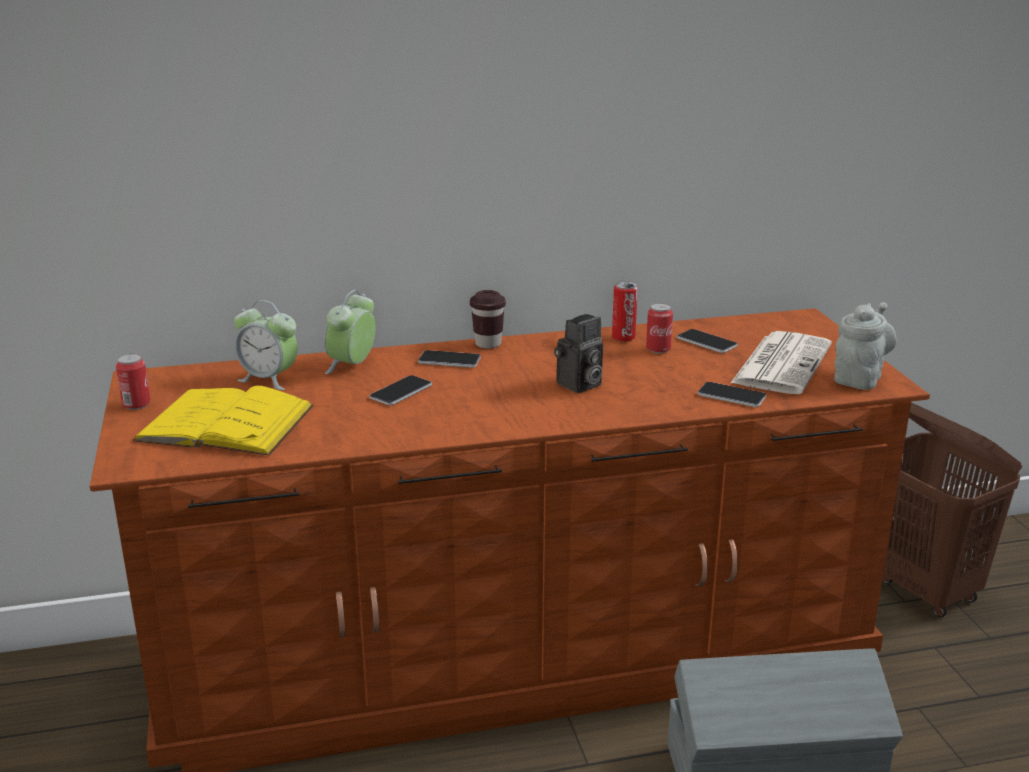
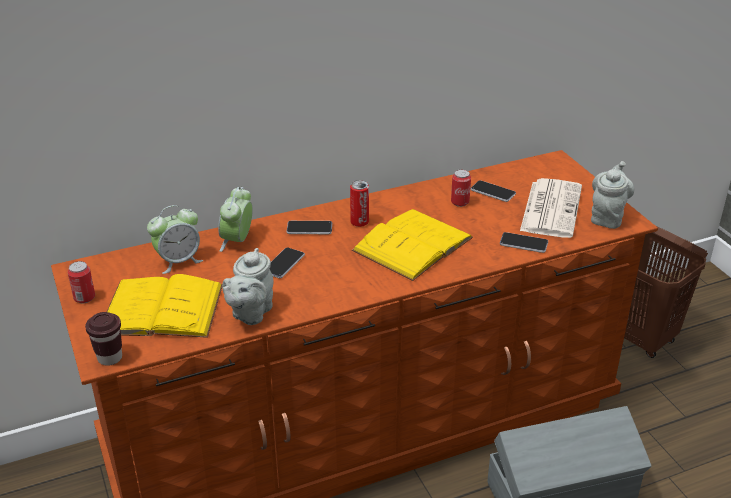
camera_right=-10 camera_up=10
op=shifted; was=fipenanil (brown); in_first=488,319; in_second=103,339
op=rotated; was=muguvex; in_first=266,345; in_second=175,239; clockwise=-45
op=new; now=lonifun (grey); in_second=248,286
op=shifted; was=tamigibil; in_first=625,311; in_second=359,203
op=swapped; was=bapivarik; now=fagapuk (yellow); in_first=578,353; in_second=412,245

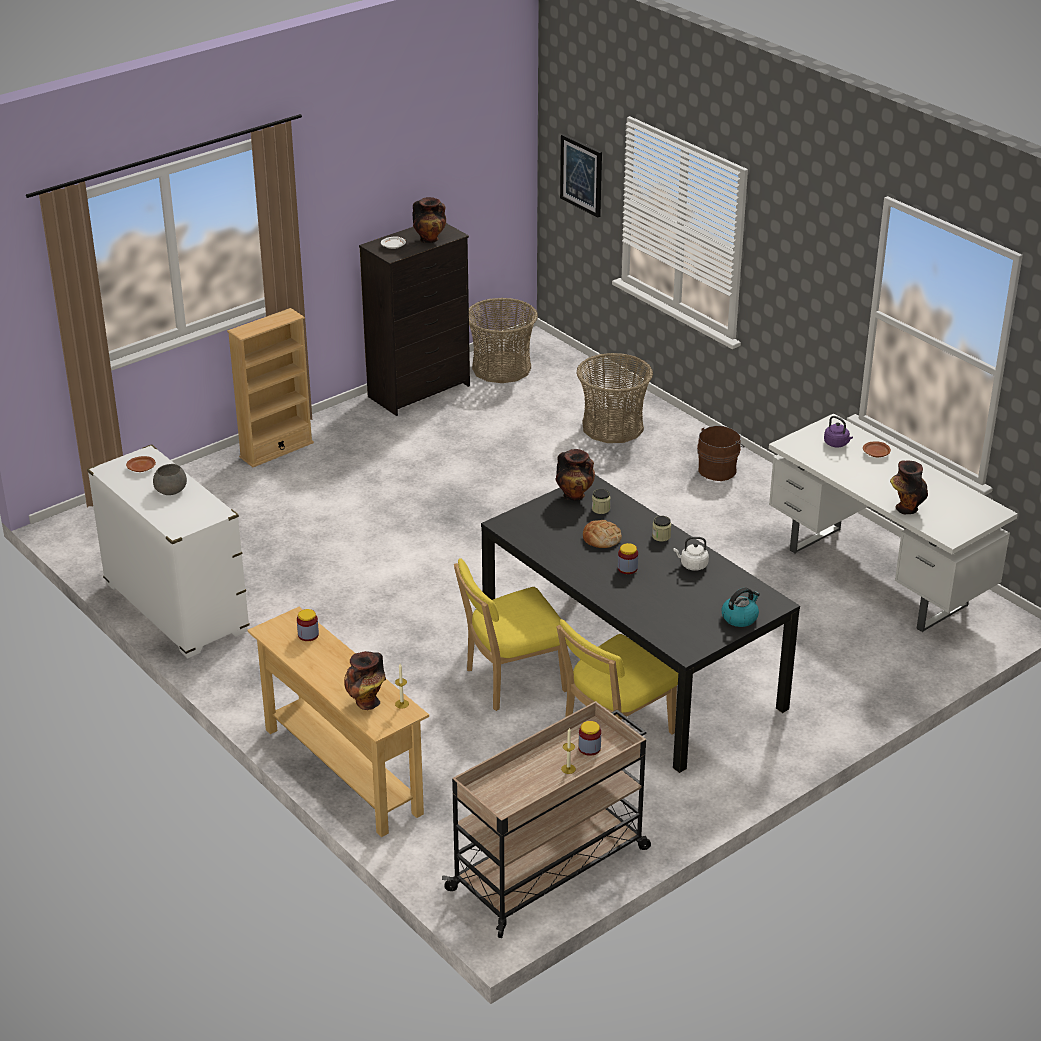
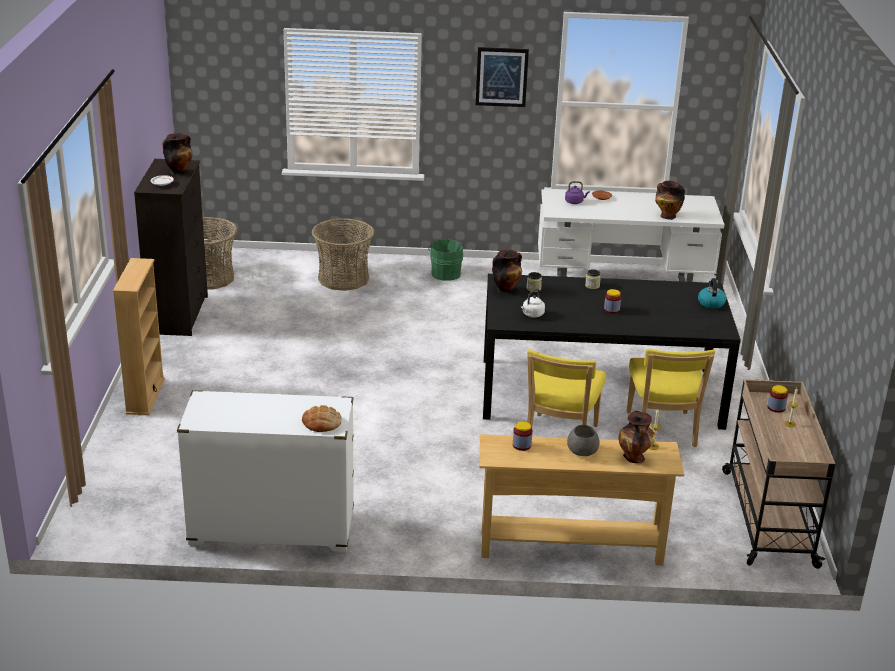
camera_right=-50 camera_up=-5
op=shifted; was=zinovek; in_first=602,534; in_second=322,418
op=repainted; was=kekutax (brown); now=kekutax (green); in_first=721,453; in_second=446,260
op=shifted; was=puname; in_first=581,175; in_second=502,77
op=shifted; was=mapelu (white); in_first=691,554; in_second=533,303
op=shifted; was=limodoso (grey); in_first=170,479; in_second=583,440
op=gone; was=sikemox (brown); in_first=141,464

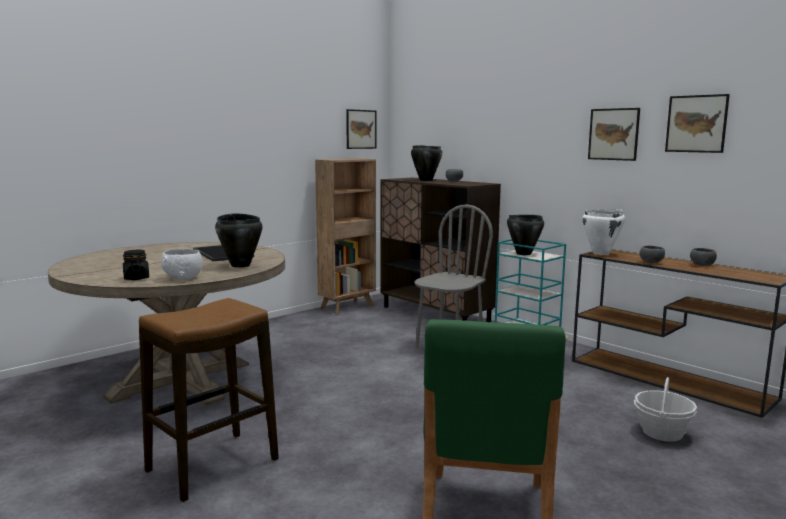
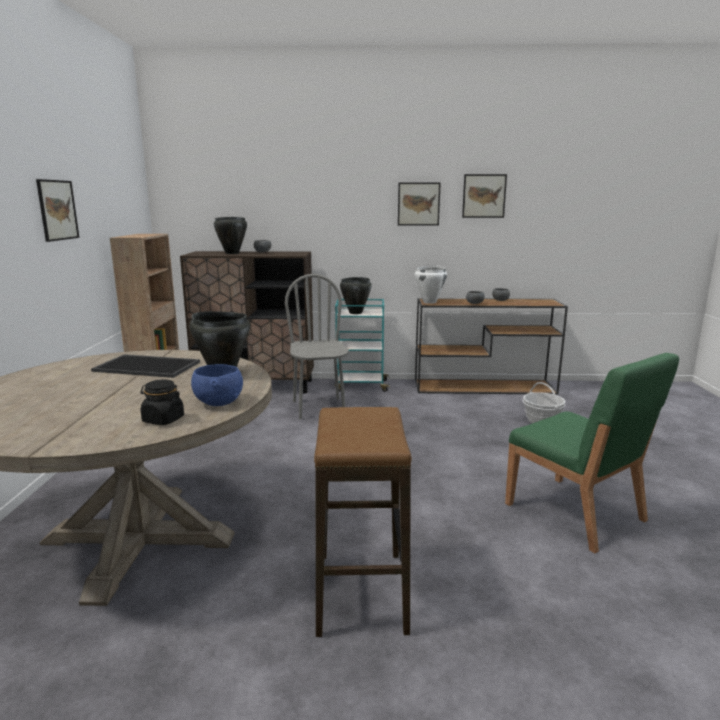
camera_right=-45 camera_up=5
op=shifted; was=puname; in_first=361,129; in_second=57,210
op=repainted; was=limodoso (white); now=limodoso (blue); in_first=182,264; in_second=217,385

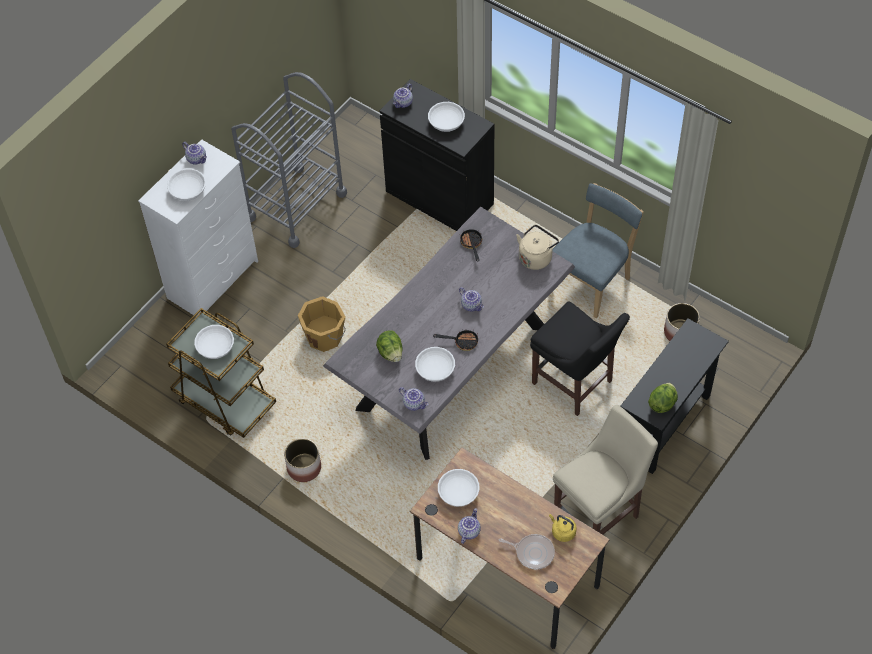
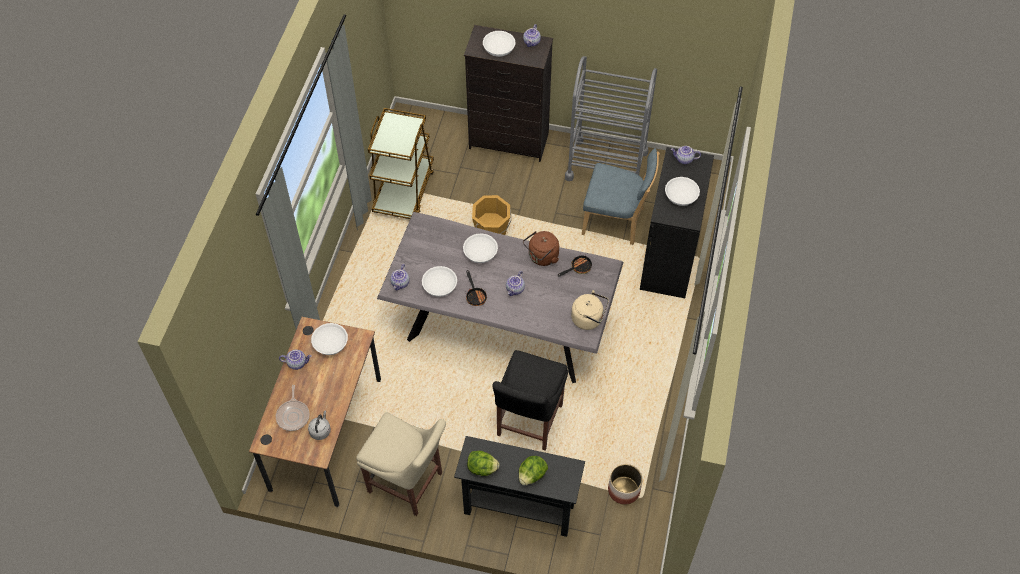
camera_right=65 camera_up=0
op=repainted; was=mapelu (yellow); now=mapelu (grey); in_first=563,528; in_second=319,425
op=shifted; was=limodoso (white); in_first=214,342; in_second=480,248
op=repainted; was=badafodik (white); now=badafodik (black); in_first=198,228; in_second=508,93
op=shifted; was=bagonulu; in_first=389,346; in_second=533,470
op=new; now=mapelu (brown); in_second=541,248
op=shifted; was=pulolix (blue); in_first=598,250; in_second=621,196
op=gone; was=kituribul; in_first=302,460

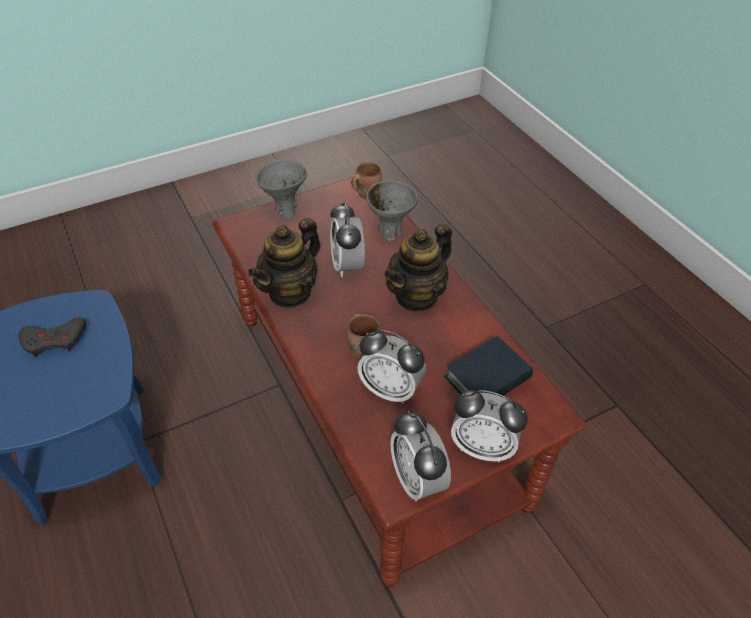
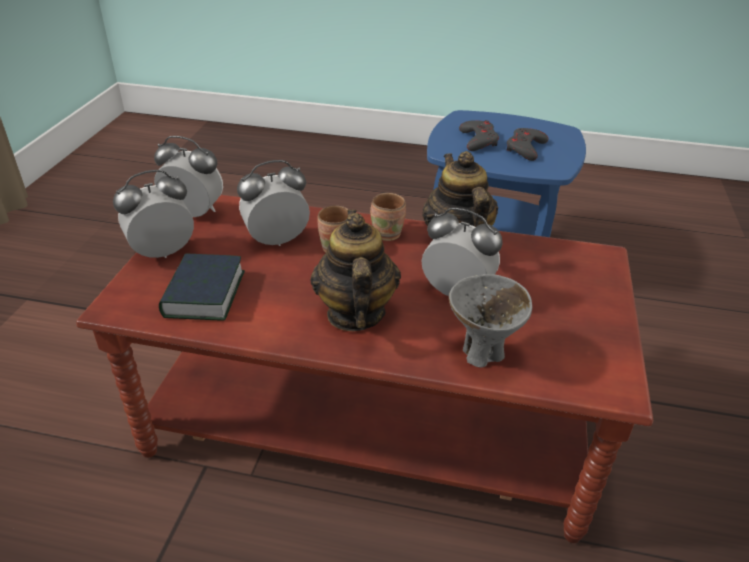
camera_right=130 camera_up=-10
op=shifted; was=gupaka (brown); in_first=366,180; in_second=388,217
op=new; now=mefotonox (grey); in_second=479,135
op=gone; was=limodoso (grey); in_first=281,189

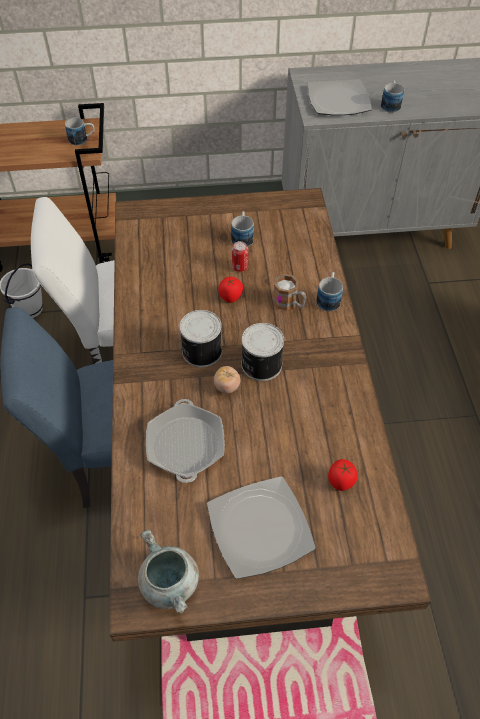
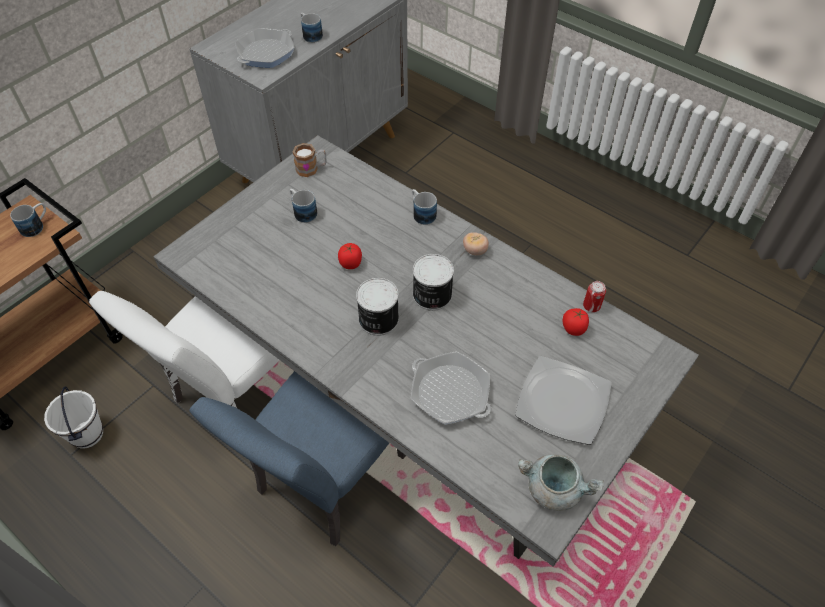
camera_right=-45 camera_up=0
op=repainted; was=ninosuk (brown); now=ninosuk (grey); in_first=270,415; in_second=426,351
op=swapped; was=sikemox; now=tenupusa; in_first=340,97; in_second=264,48
op=shifted; was=gupaka; in_first=289,292; in_second=309,160
op=shifted; was=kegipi; in_first=227,380; in_second=476,243
op=shifted; was=tamigibil; in_first=240,256; in_second=594,296

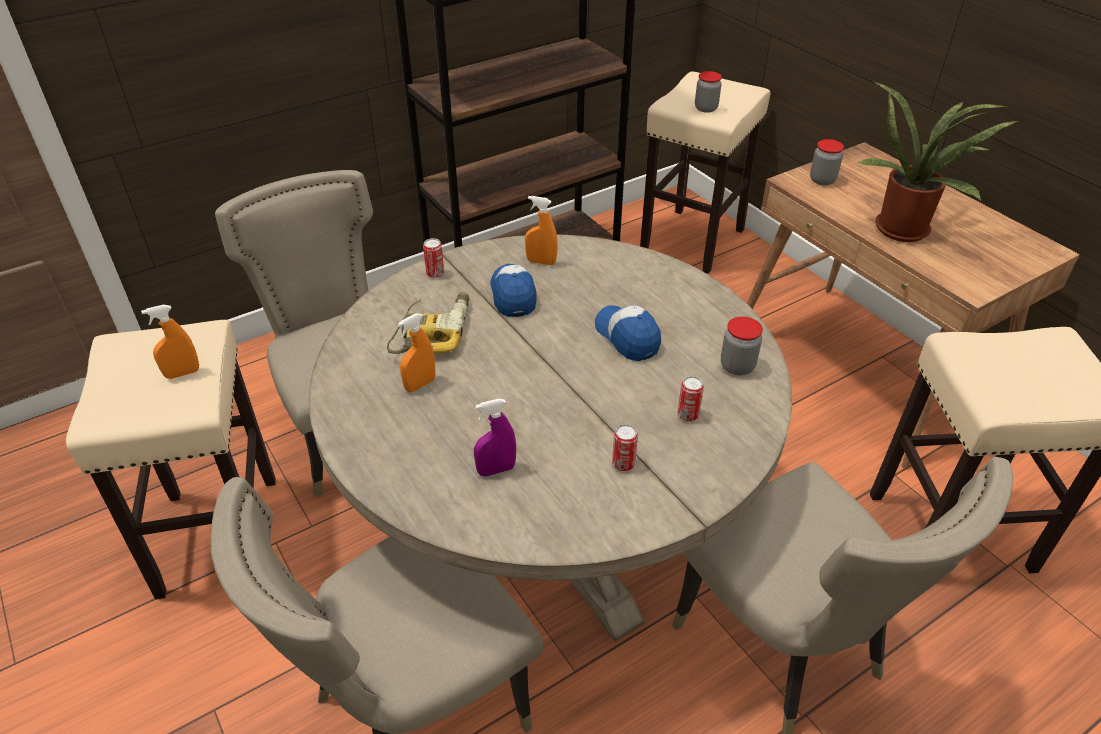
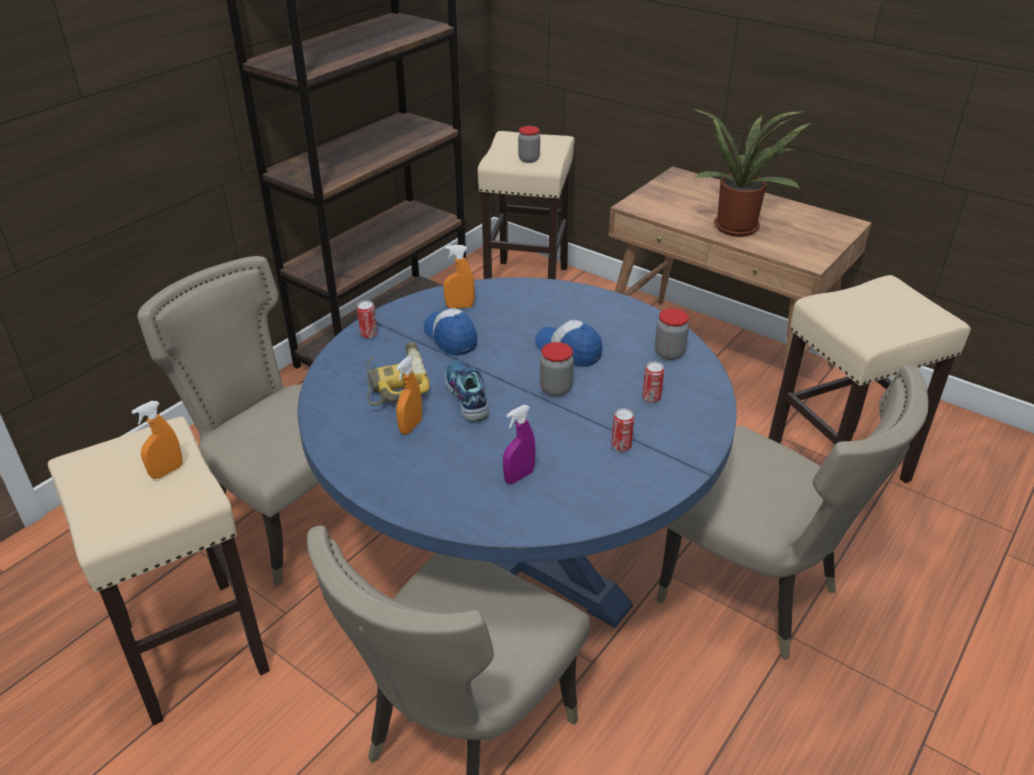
camera_right=-20 camera_up=-5
op=repainted; was=ninosuk (beige); now=ninosuk (blue); in_first=550,438; in_second=517,452
op=new; now=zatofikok; in_second=467,391
op=shifted; was=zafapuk; in_first=827,162; in_second=557,369

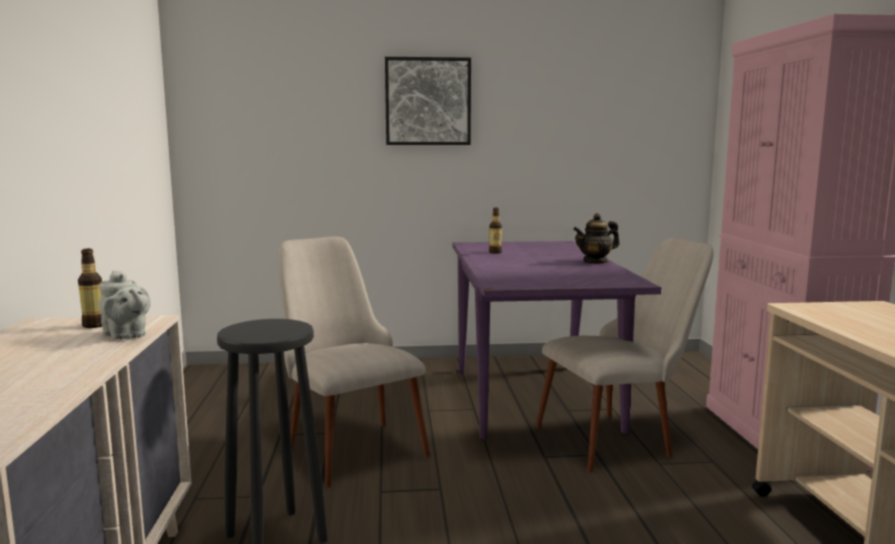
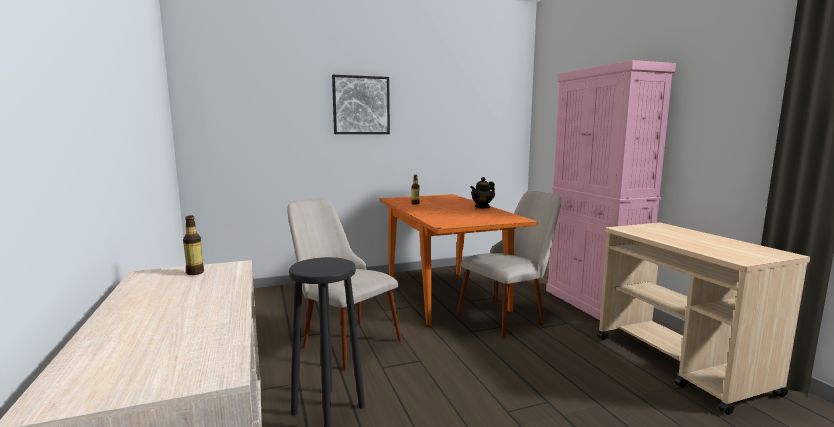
camera_right=-15 camera_up=0
op=repainted; was=ninosuk (purple); now=ninosuk (orange); in_first=556,340; in_second=458,260
op=gone; was=lonifun (grey); in_first=125,305

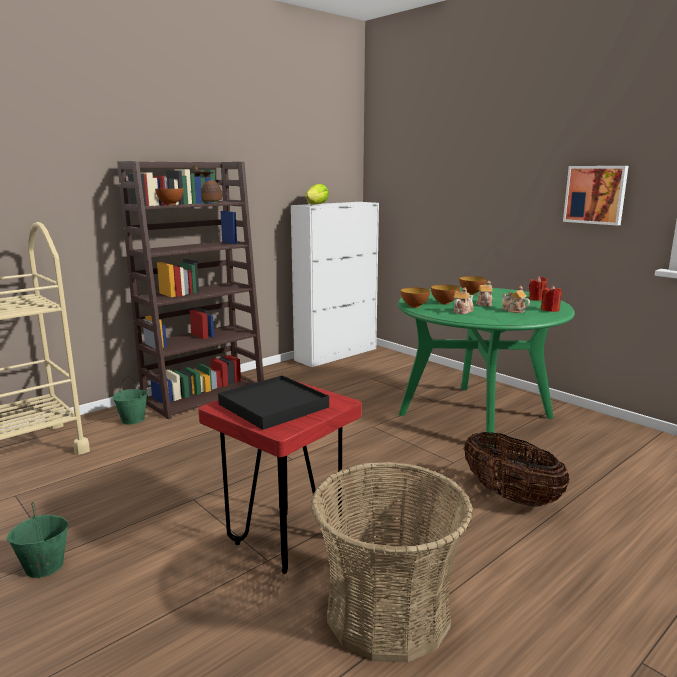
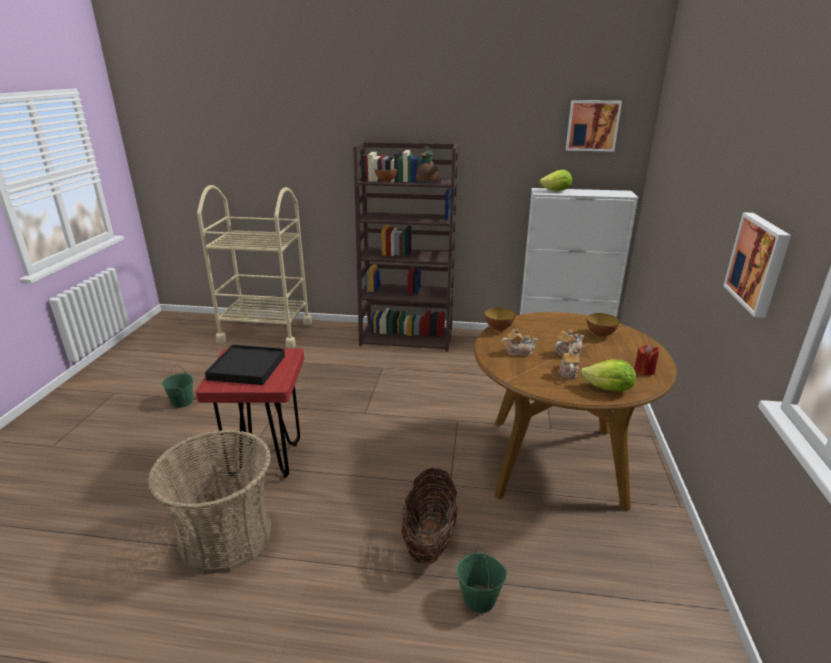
camera_right=50 camera_up=10
op=shifted; was=kekutax (green); in_first=130,400; in_second=481,580
op=repainted; was=ninosuk (green); now=ninosuk (brown); in_first=486,366; in_second=575,412
op=new; now=puname; in_second=594,126
op=swapped; was=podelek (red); now=bagonulu; in_first=551,298; in_second=608,376
op=gone; was=limodoso; in_first=445,294

